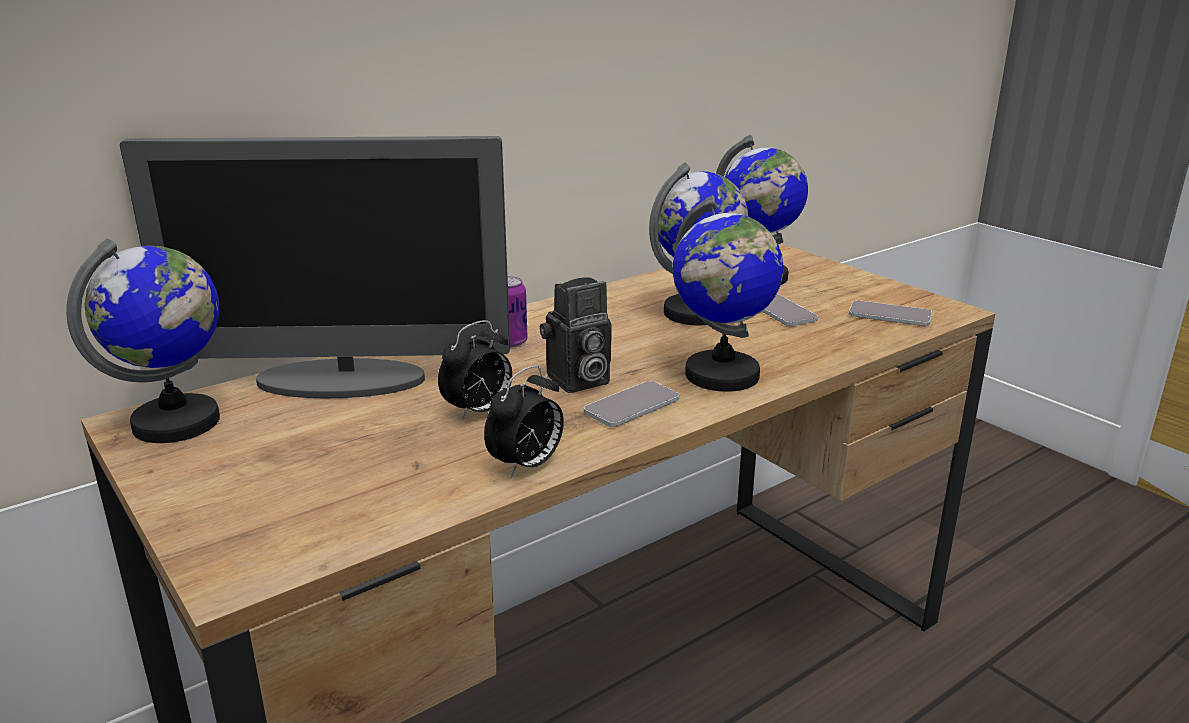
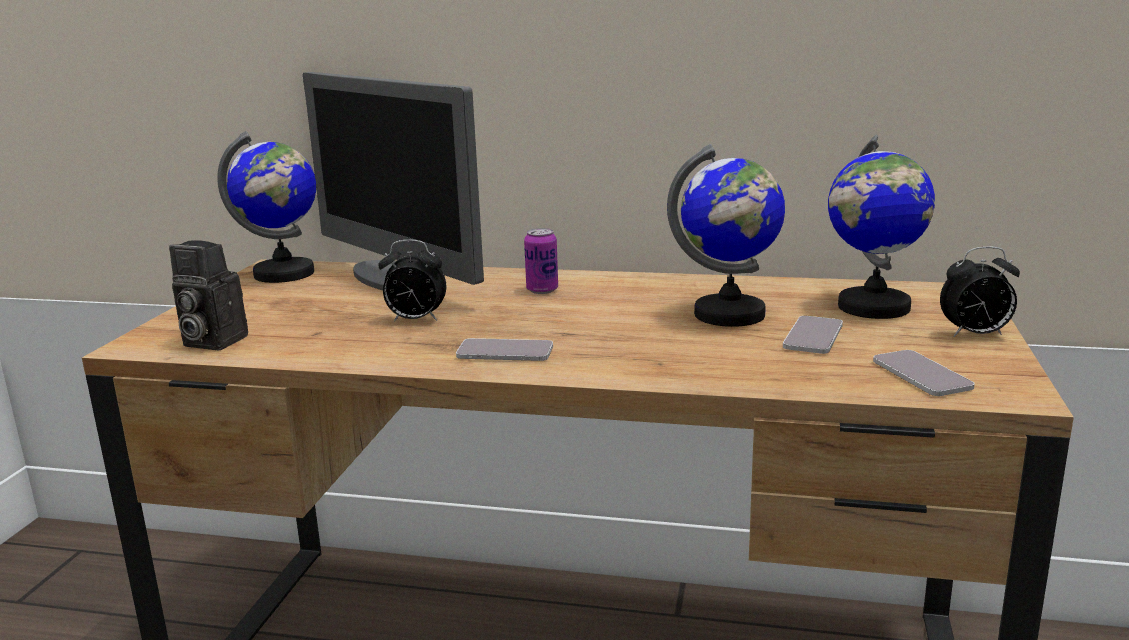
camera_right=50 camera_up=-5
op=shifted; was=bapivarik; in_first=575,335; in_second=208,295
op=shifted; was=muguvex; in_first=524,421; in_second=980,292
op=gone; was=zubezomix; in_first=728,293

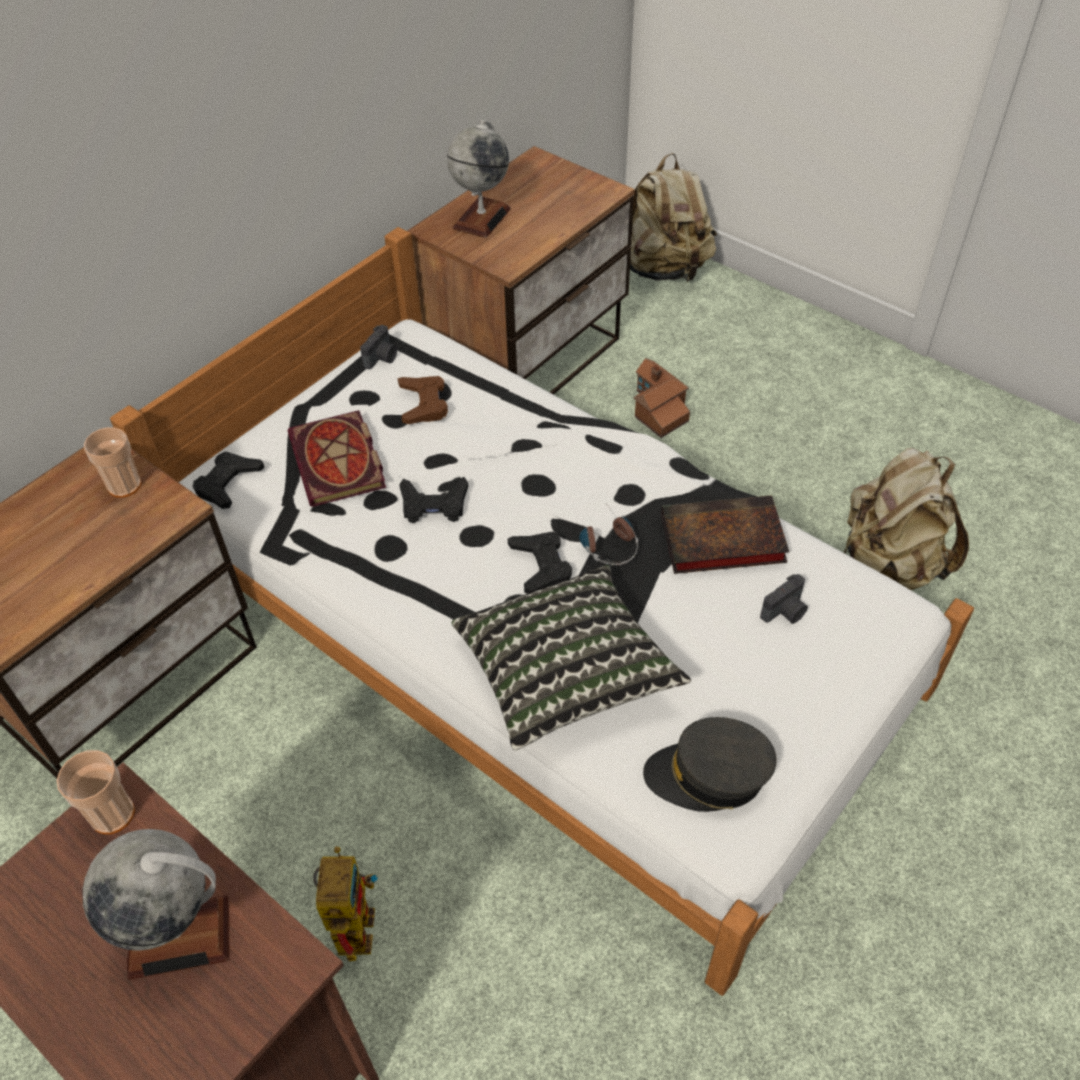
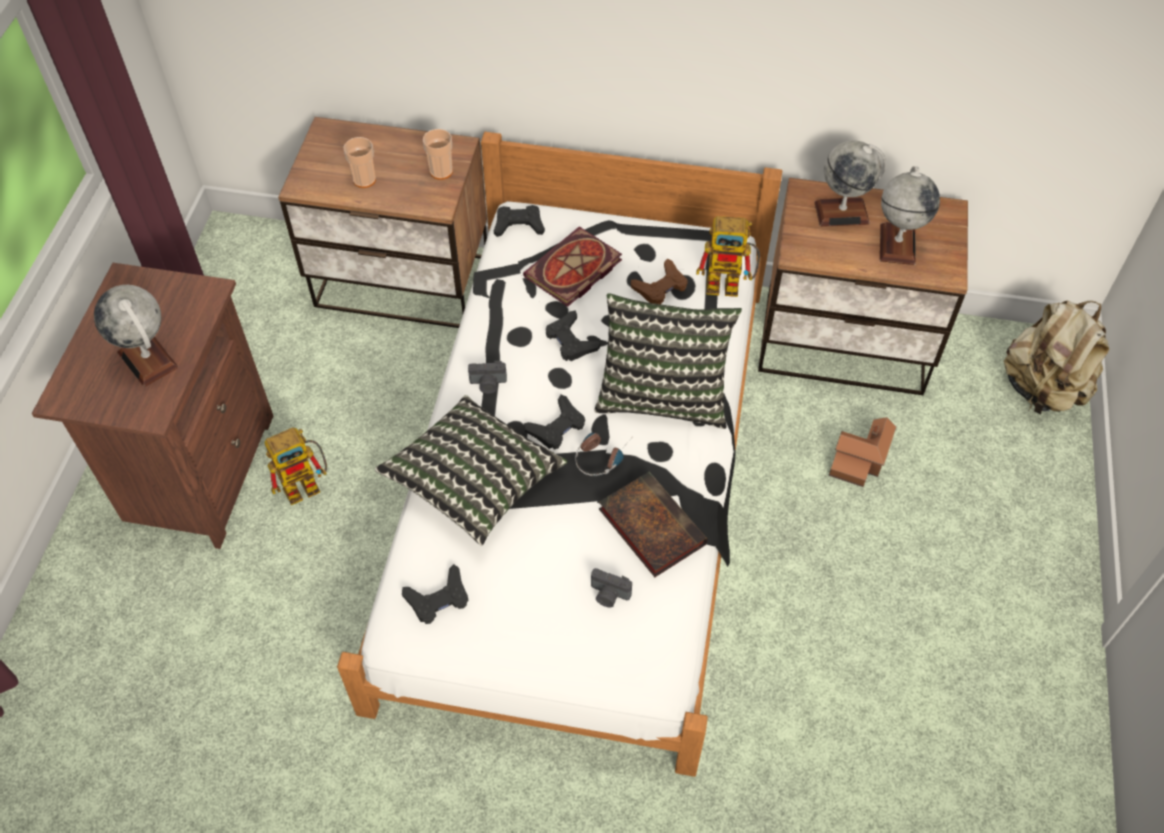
camera_right=60 camera_up=5
op=shifted; was=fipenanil; in_first=95,792; in_second=360,162
op=swapped; was=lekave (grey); now=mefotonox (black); in_first=710,764; in_second=435,594
op=shifted; was=bapivarik; in_first=378,347; in_second=487,377
op=new; now=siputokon; in_second=668,361
op=new; now=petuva; in_second=728,256
op=new; now=zubezomix; in_second=910,215
op=gone; was=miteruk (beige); in_first=906,519

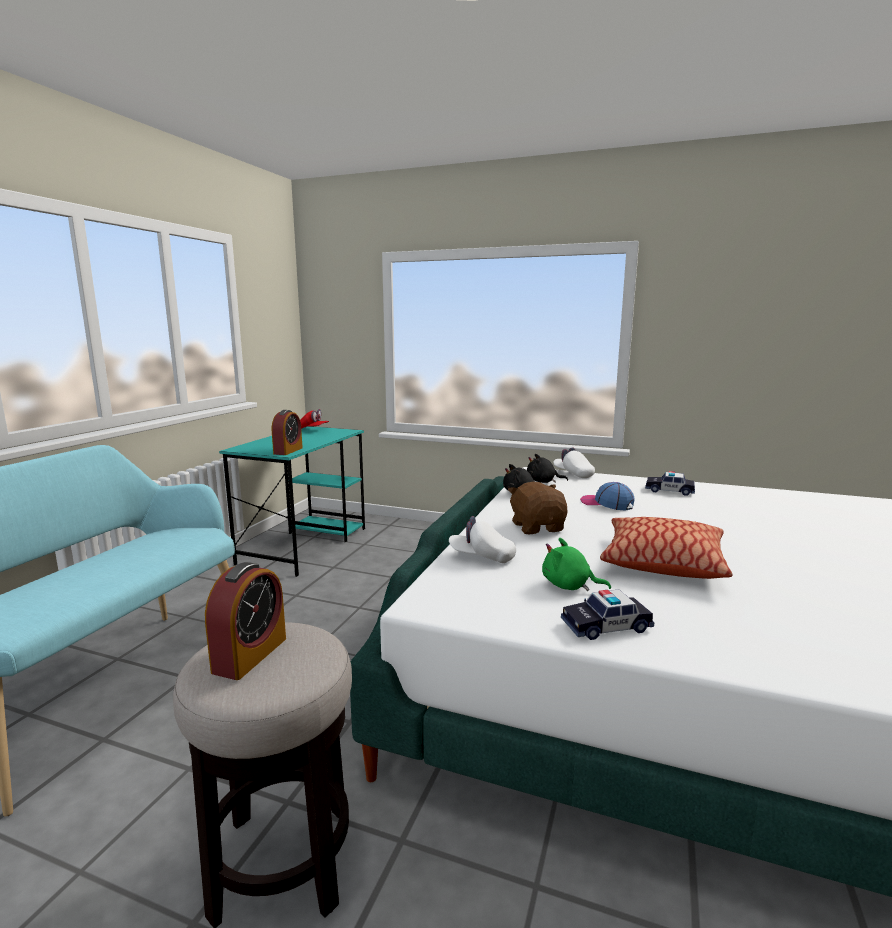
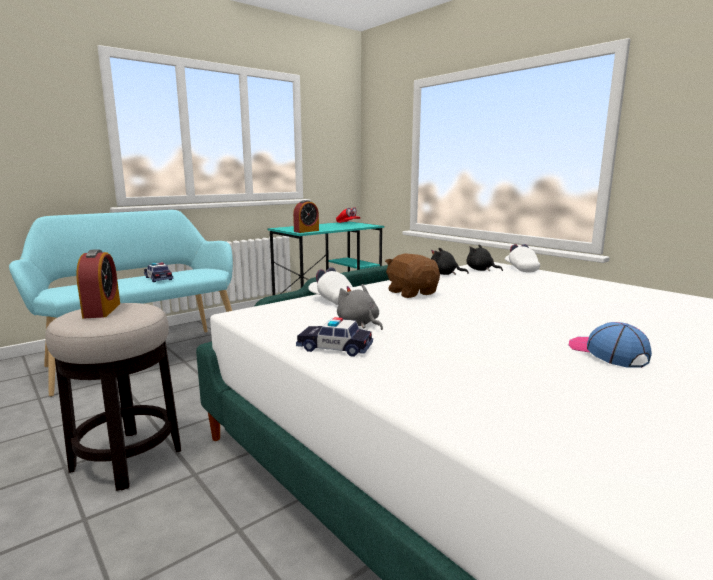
camera_right=30 camera_up=0
op=rotated; was=muguvex; in_first=245,621; in_second=98,283; clockwise=-60
op=shifted; was=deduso; in_first=670,483; in_second=158,272
op=repainted; was=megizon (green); now=megizon (grey); in_first=576,564; in_second=360,307
op=rotated; was=megizon (brown); in_first=537,508; in_second=412,275; clockwise=-45
op=shifted; was=lekave; in_first=607,496; in_second=610,345
op=gone; was=siputokon; in_first=666,548

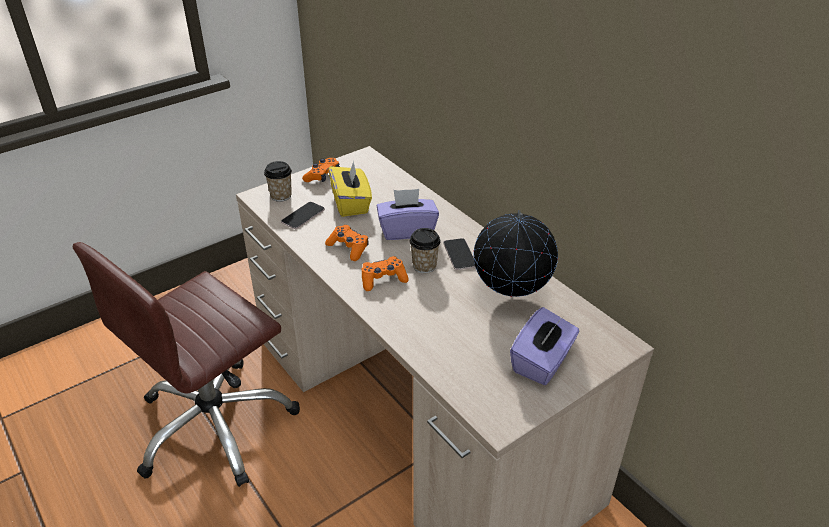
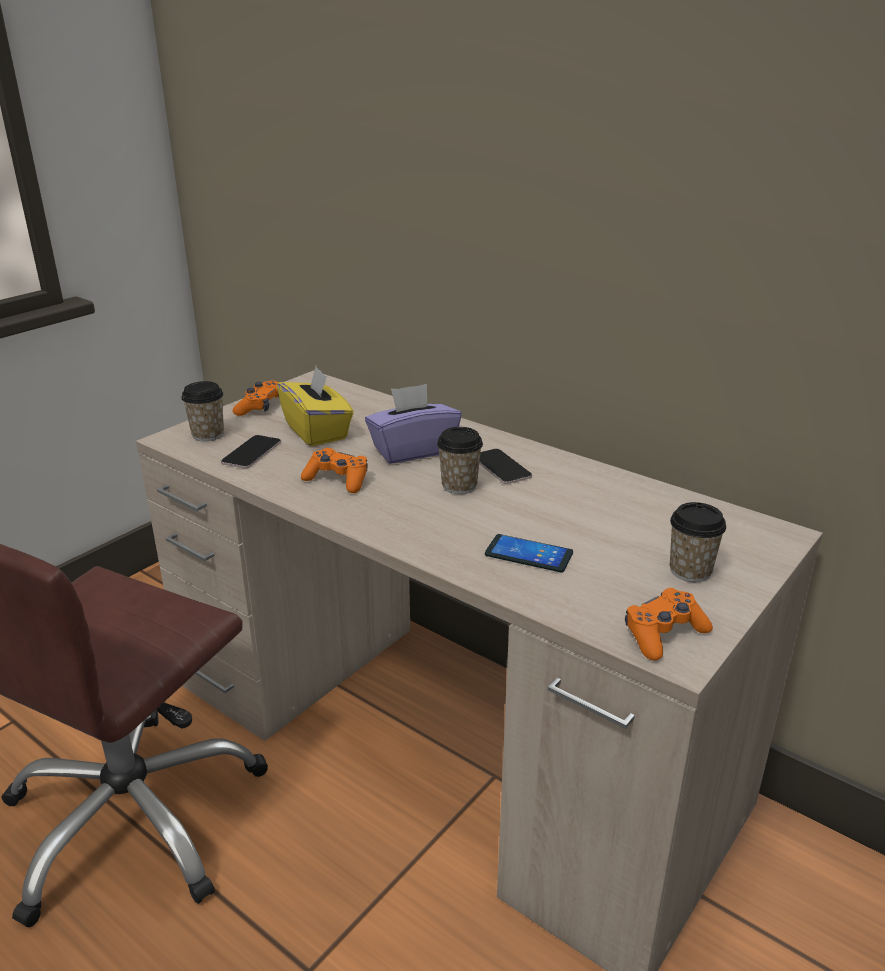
camera_right=-15 camera_up=-10
op=new; now=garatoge; in_second=529,553
op=shifted; was=mefotonox (orange); in_first=385,273; in_second=669,624
op=swapped; was=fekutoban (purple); now=fipenanil; in_first=544,346; in_second=698,542
op=gone; was=zubezomix; in_first=515,253

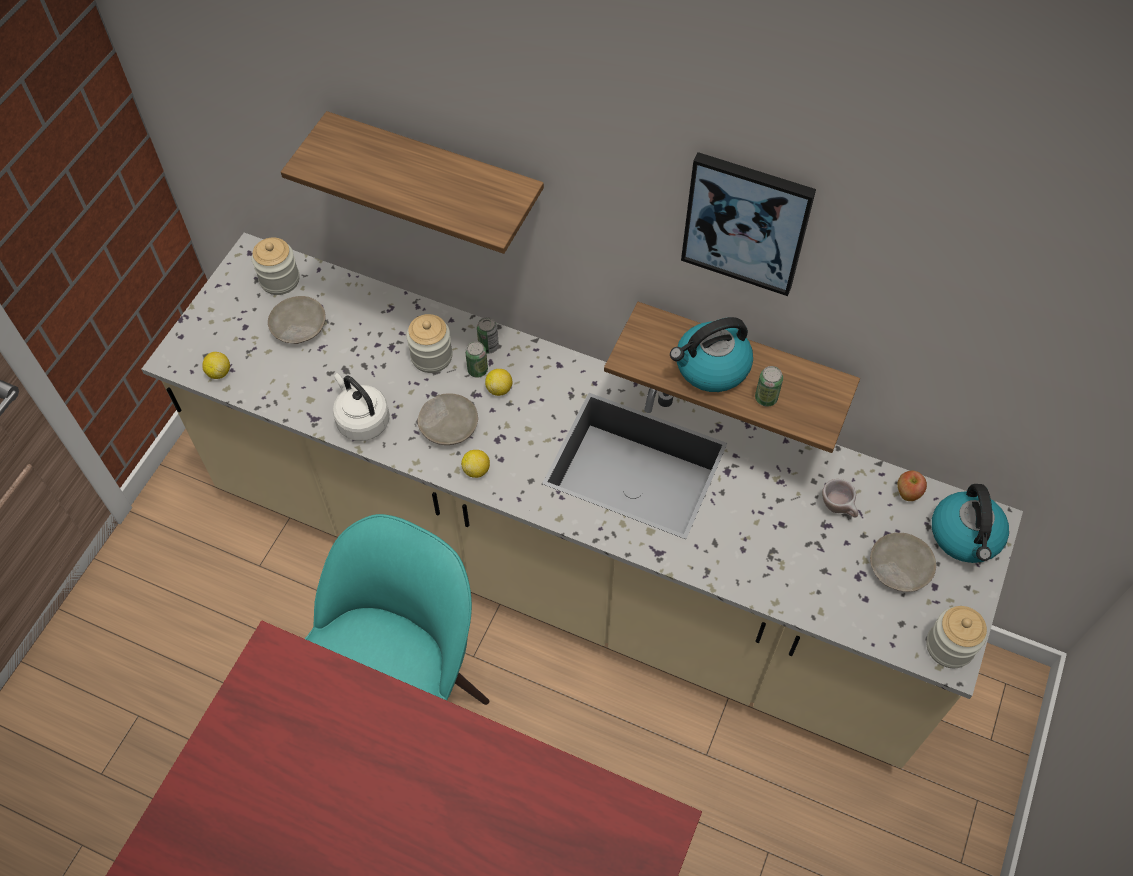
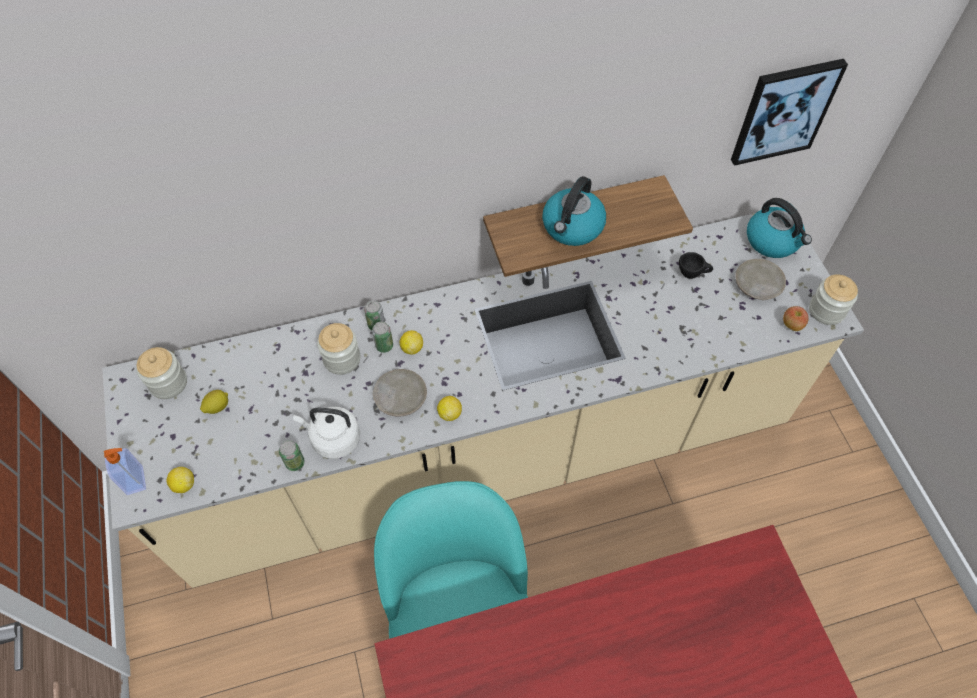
camera_right=-40 camera_up=0
op=new; now=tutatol; in_second=125,471
op=swapped; was=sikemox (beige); now=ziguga; in_first=297,320; in_second=214,402
op=shifted; was=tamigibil; in_first=769,386; in_second=292,455
op=repainted; was=fipenanil (beige); now=fipenanil (black); in_first=840,498; in_second=696,265
op=shifted; was=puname; in_first=748,224; in_second=789,112
op=shifted; was=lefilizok; in_first=912,486; in_second=796,318
op=gone; was=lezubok; in_first=412,182

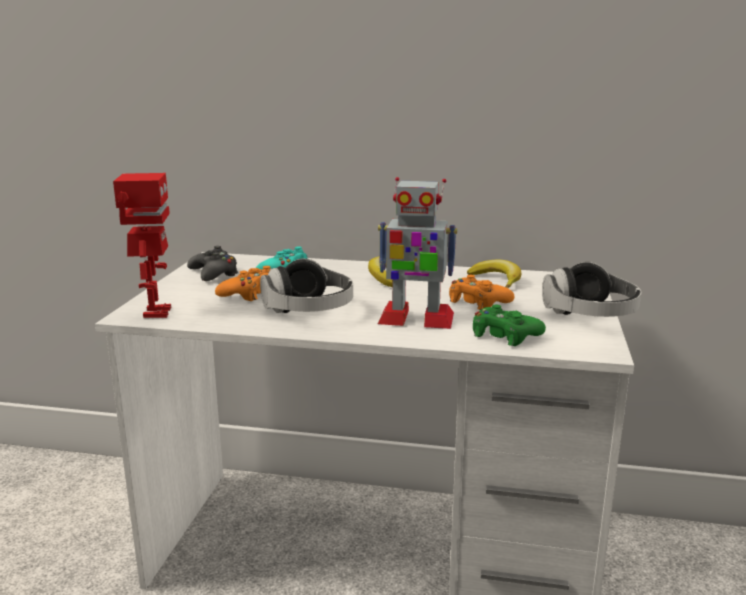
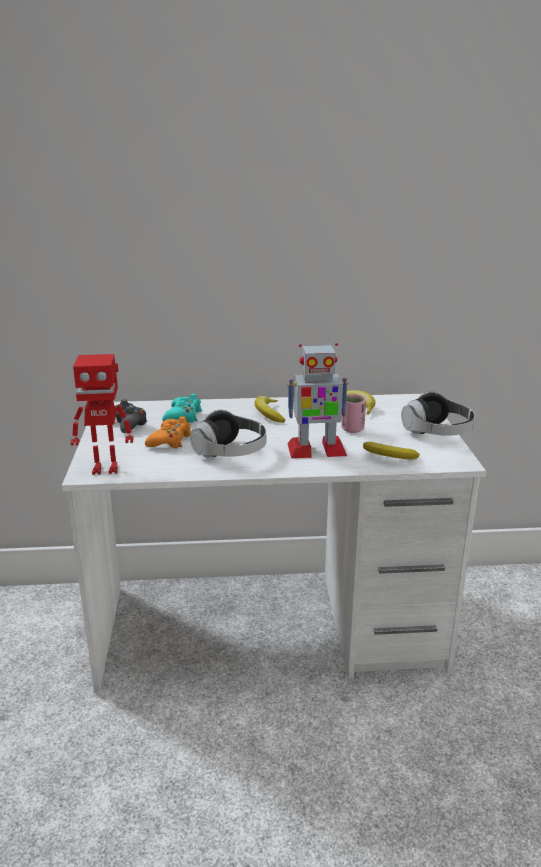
camera_right=-15 camera_up=5
op=rotated; was=petuva; in_first=142,245; in_second=102,414; clockwise=105
op=swapped; was=mefotonox (orange); now=fipenanil (pink); in_first=481,292; in_second=353,413
op=swapped; was=mefotonox (green); now=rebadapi; in_first=509,325; in_second=391,451

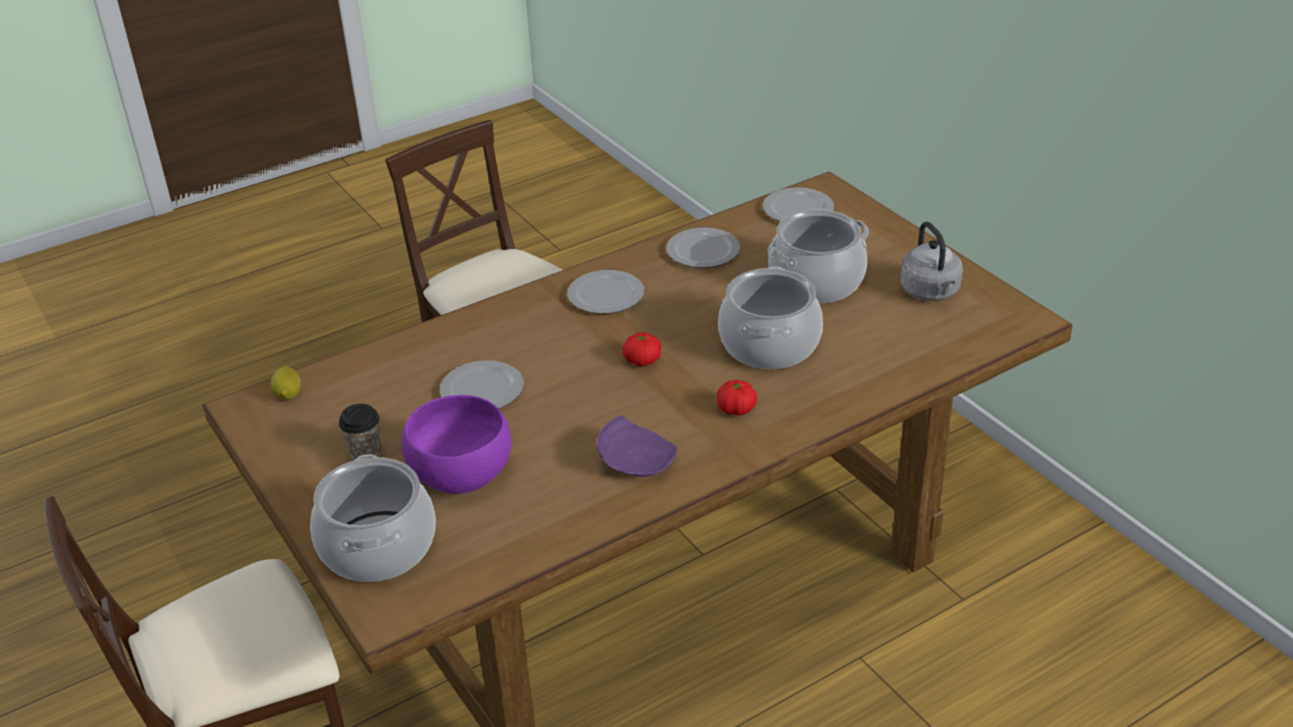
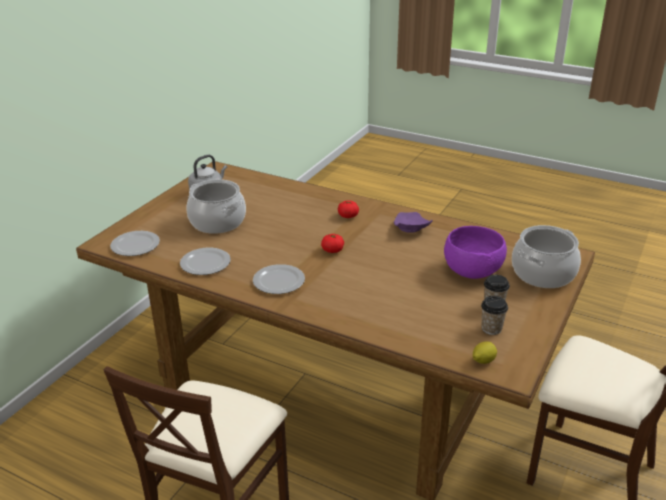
camera_right=-120 camera_up=-5
op=new; now=fipenanil; in_second=494,315
op=gone; was=sikemox; in_first=482,384
op=gone; was=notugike; in_first=770,317

